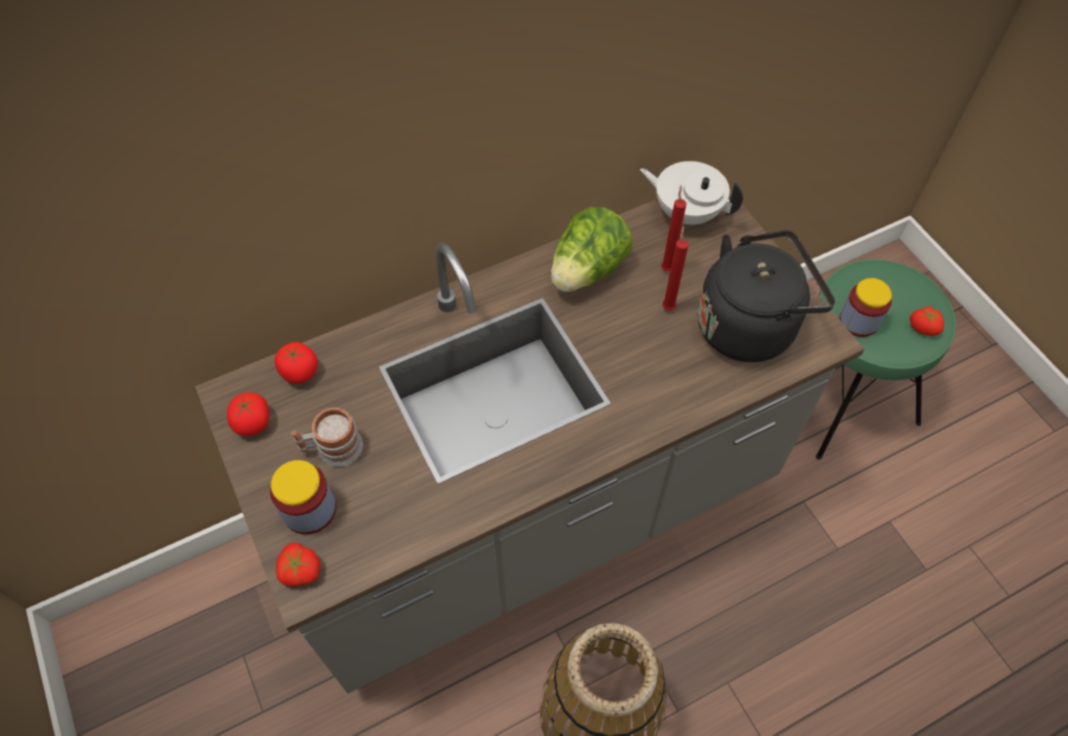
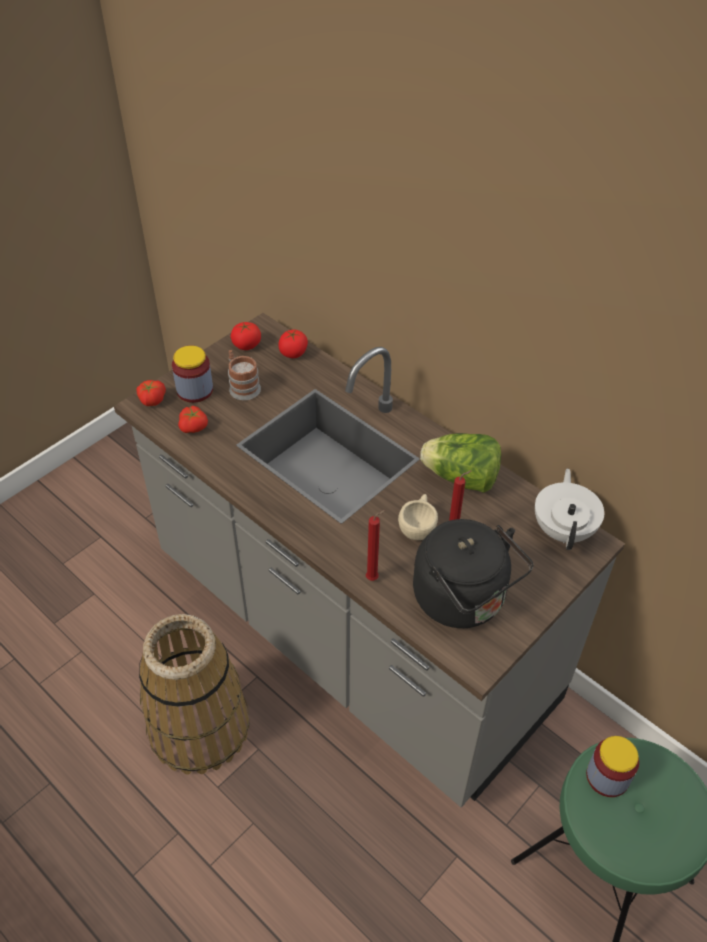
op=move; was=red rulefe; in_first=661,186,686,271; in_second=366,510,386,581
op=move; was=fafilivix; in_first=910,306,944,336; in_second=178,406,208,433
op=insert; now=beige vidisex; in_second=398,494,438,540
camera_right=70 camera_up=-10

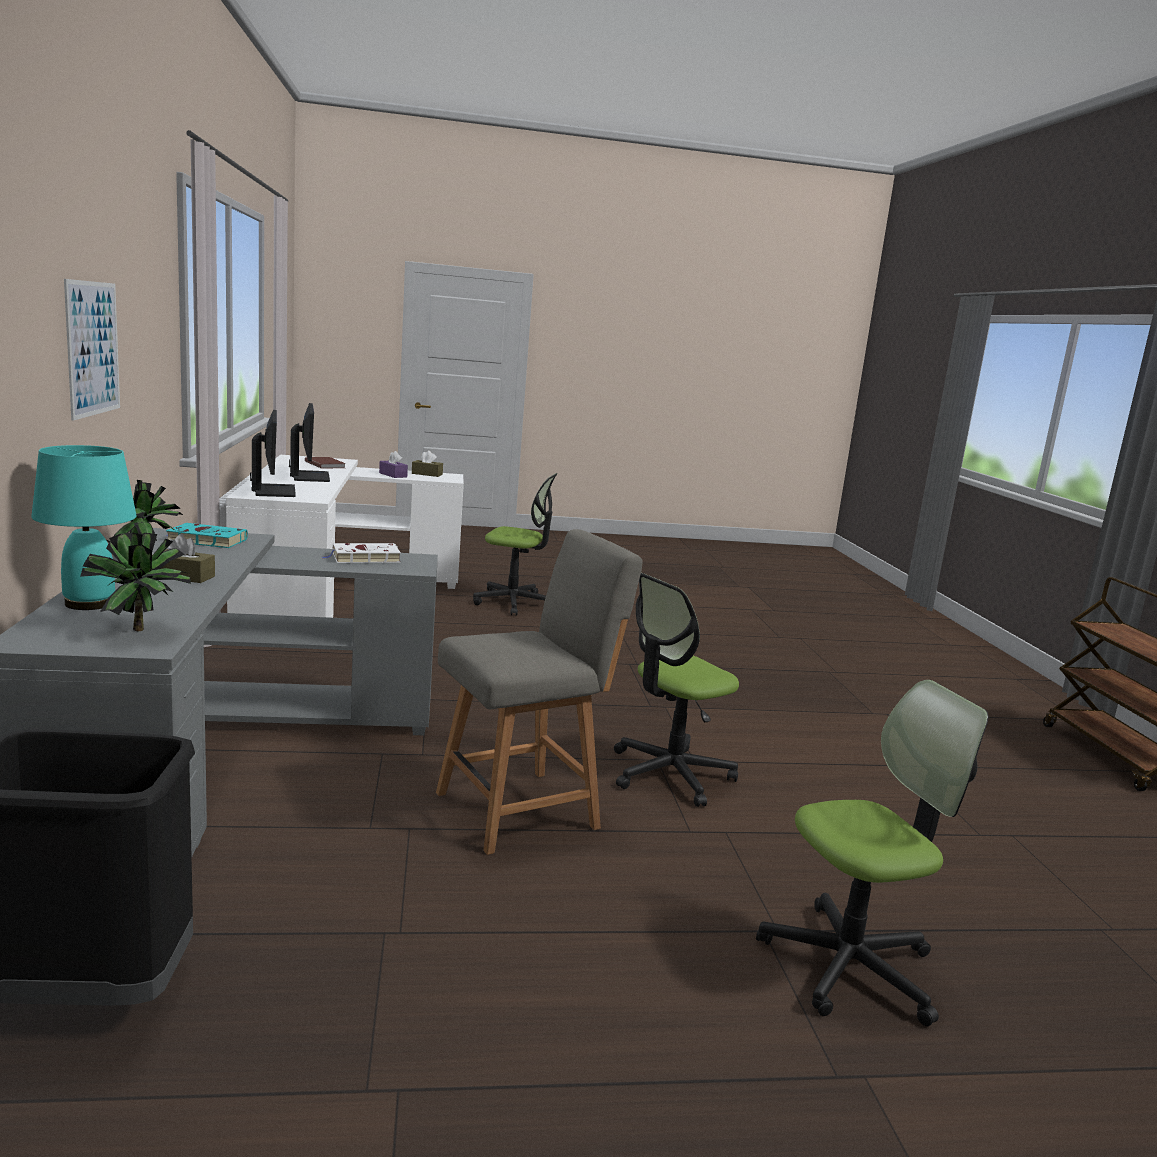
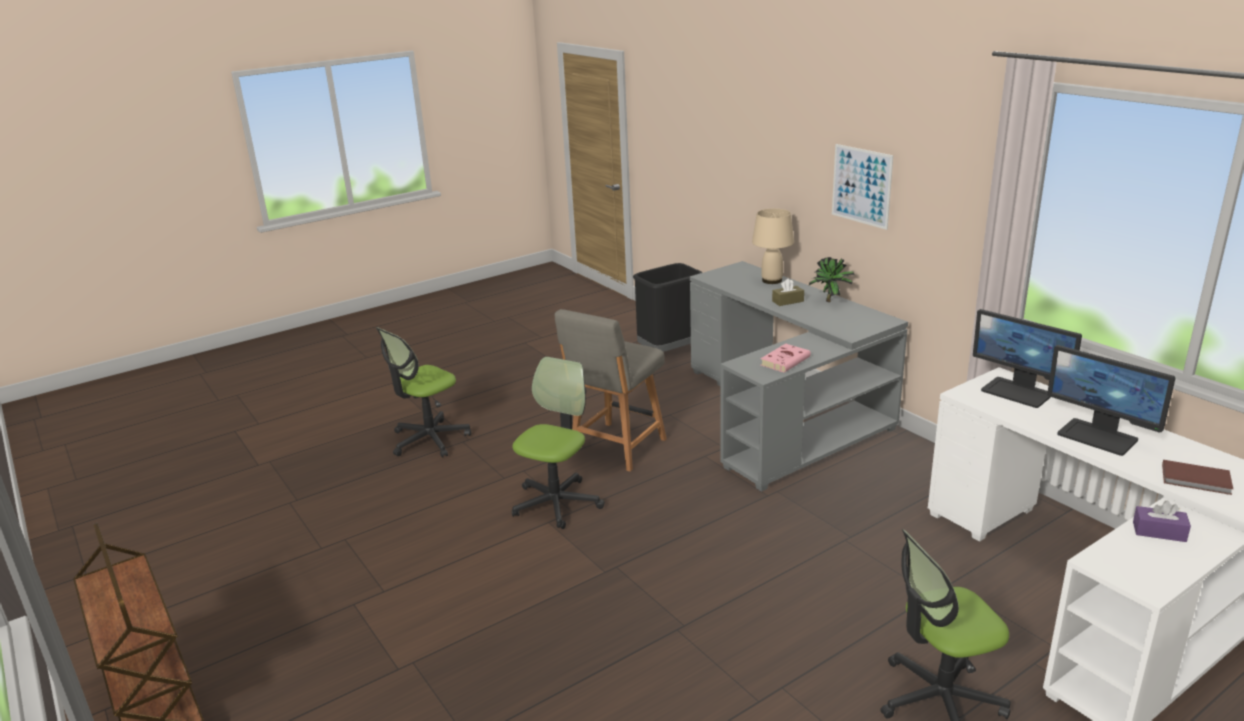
op=recolor; was=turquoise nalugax; now=beige nalugax; in_first=31,445,137,610; in_second=752,209,794,284
op=delete; was=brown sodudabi; in_first=412,451,443,477
op=delete; was=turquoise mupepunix; in_first=166,523,248,548
op=delete; was=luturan; in_first=80,533,191,631
op=recolor; was=white mupepunix; now=pink mupepunix; in_first=323,543,401,563; in_second=760,344,811,373
camera_right=155 camera_up=10

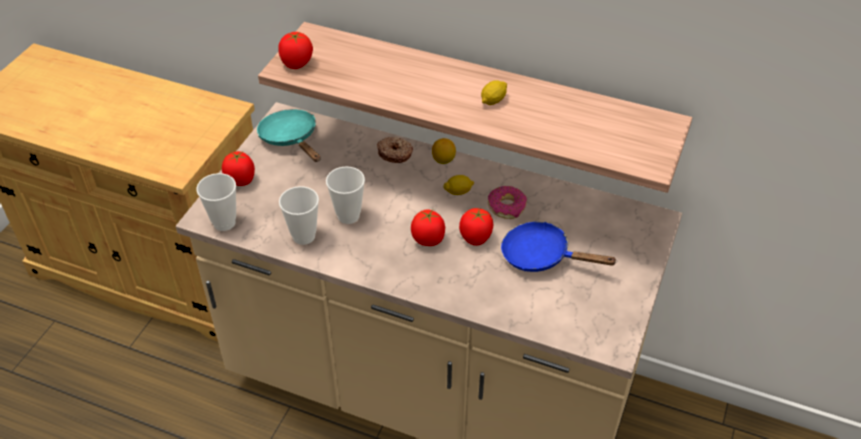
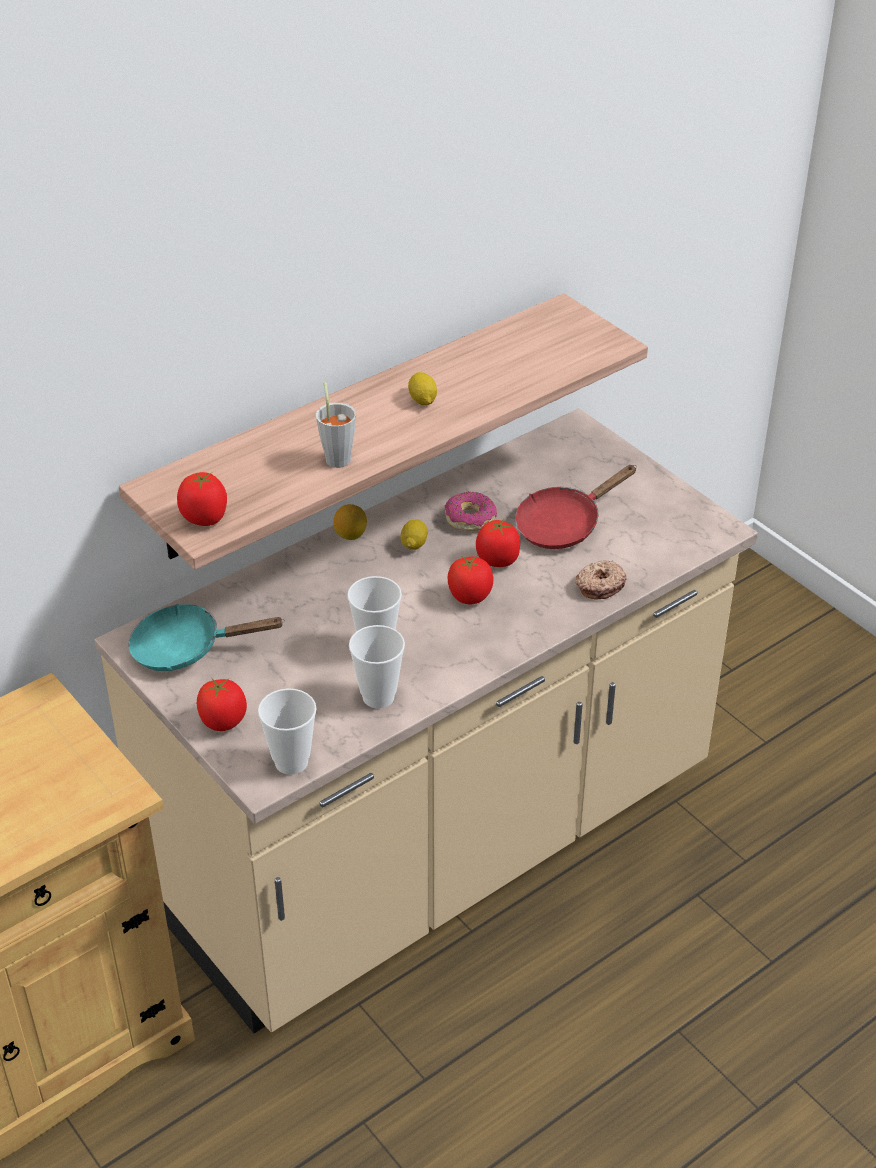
op=move; was=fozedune; in_first=377,137,413,163; in_second=576,560,626,600
op=recolor; was=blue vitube; now=red vitube; in_first=501,222,617,272; in_second=515,465,637,549
op=insert; now=grey vidisex; in_second=316,382,356,468
camera_right=-60 camera_up=-5

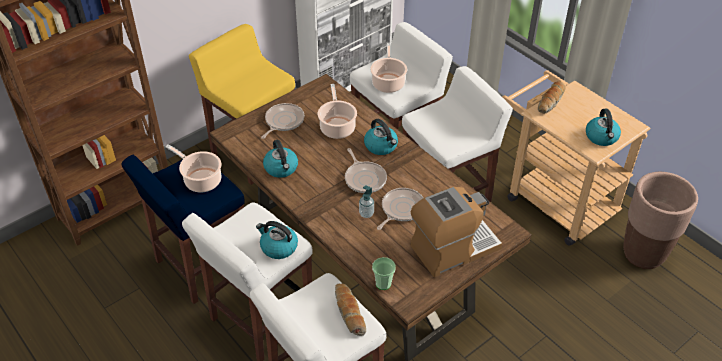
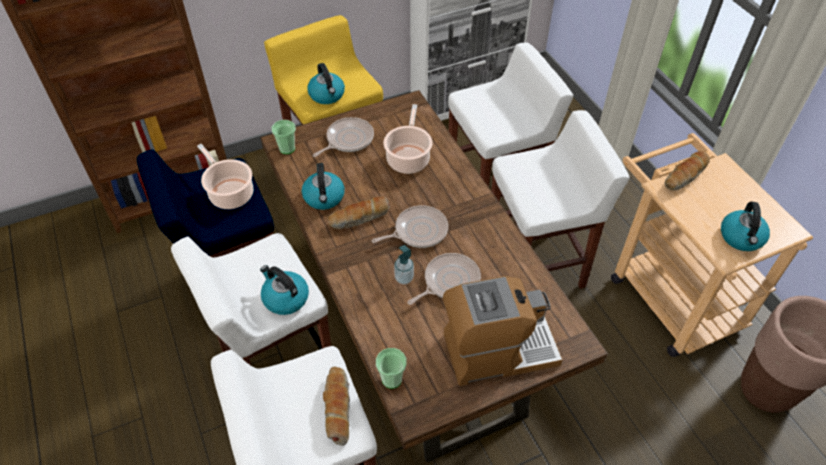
op=delete; was=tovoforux; in_first=370,43,407,93
op=move; was=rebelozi; in_first=364,119,398,155; in_second=307,63,345,104
op=rotate; was=vitube; in_first=345,148,387,193; in_second=372,205,448,248; clockwise=-105
op=insert; now=vidisex; in_second=271,120,296,154
op=insert; now=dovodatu; in_second=327,196,390,229
camera_right=15 camera_up=5

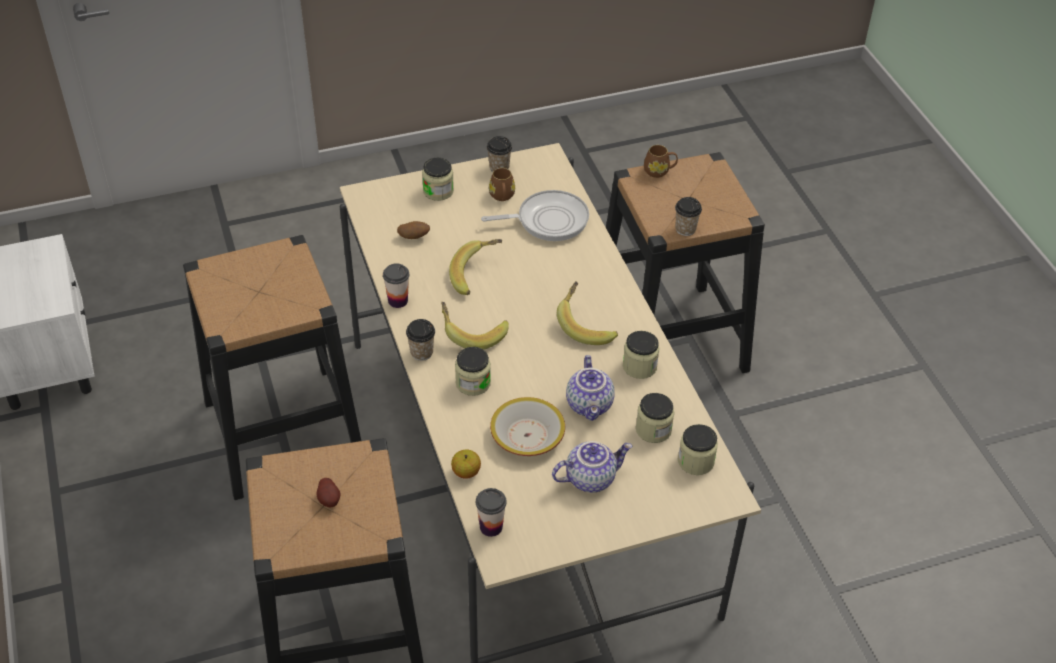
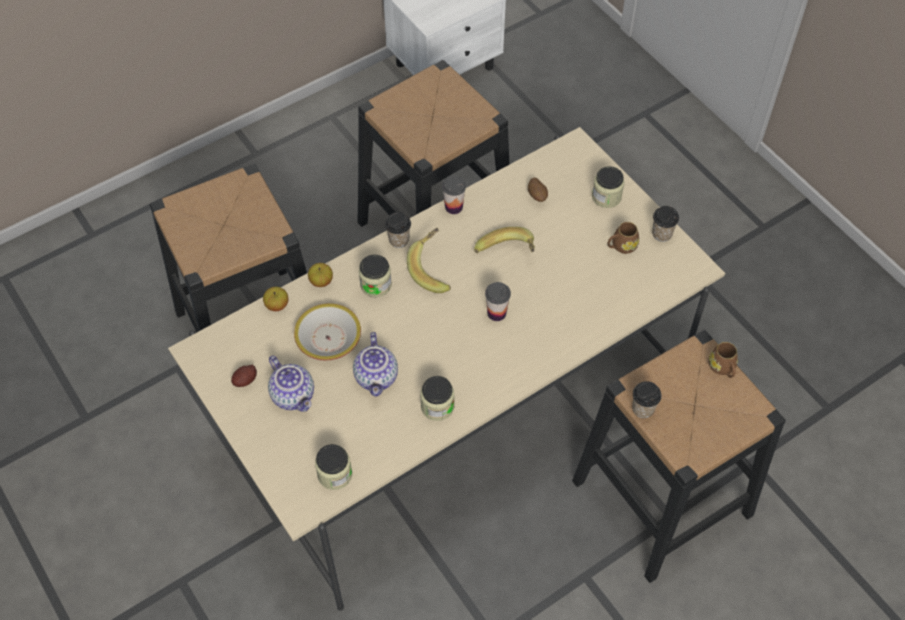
op=delete; was=vitube; in_first=481,190,589,241
op=delete; was=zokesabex; in_first=557,281,618,345
op=rotate; was=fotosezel; in_first=566,355,615,421; in_second=353,332,398,397; clockwise=-75
op=delete; was=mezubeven; in_first=636,393,674,443
op=move; was=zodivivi; in_first=316,478,341,508; in_second=231,365,257,387
op=move; was=vidisex; in_first=476,488,507,537; in_second=485,282,511,321
op=insert; now=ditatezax; in_second=308,263,333,287
camera_right=75 camera_up=10

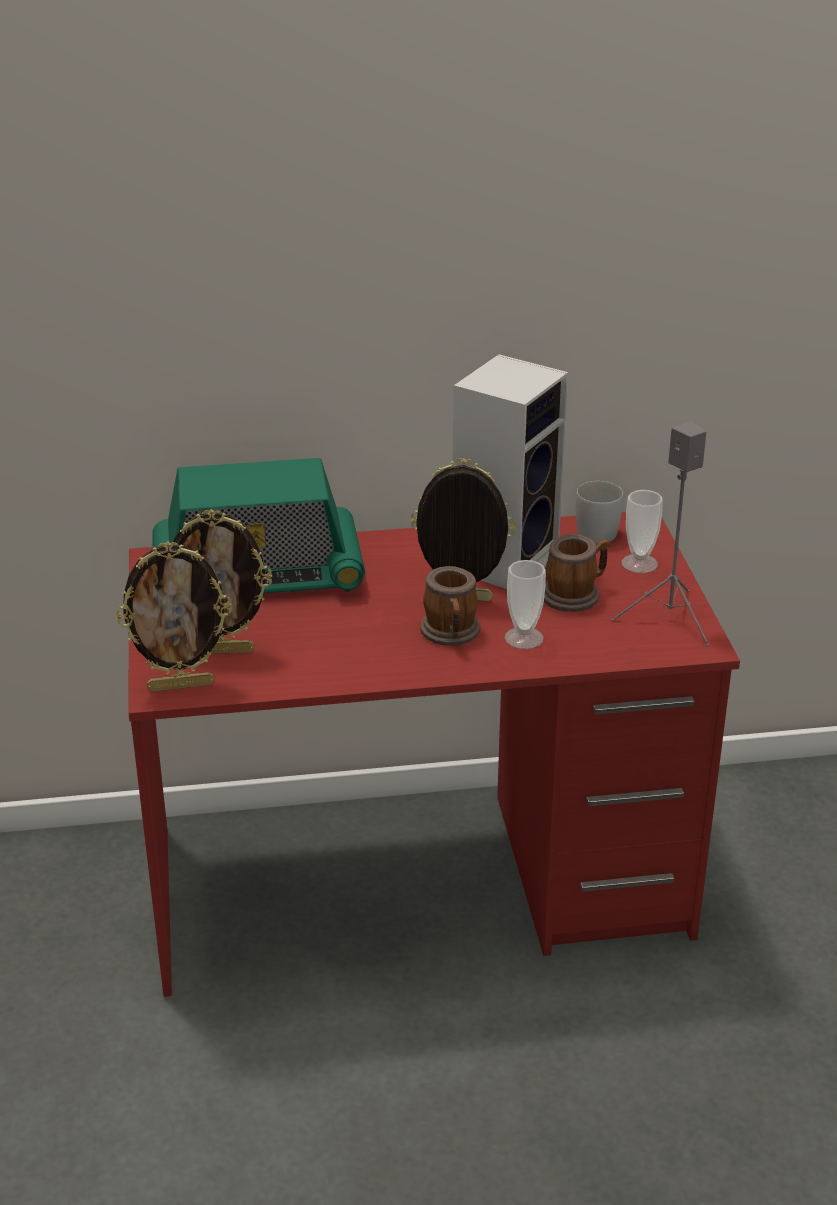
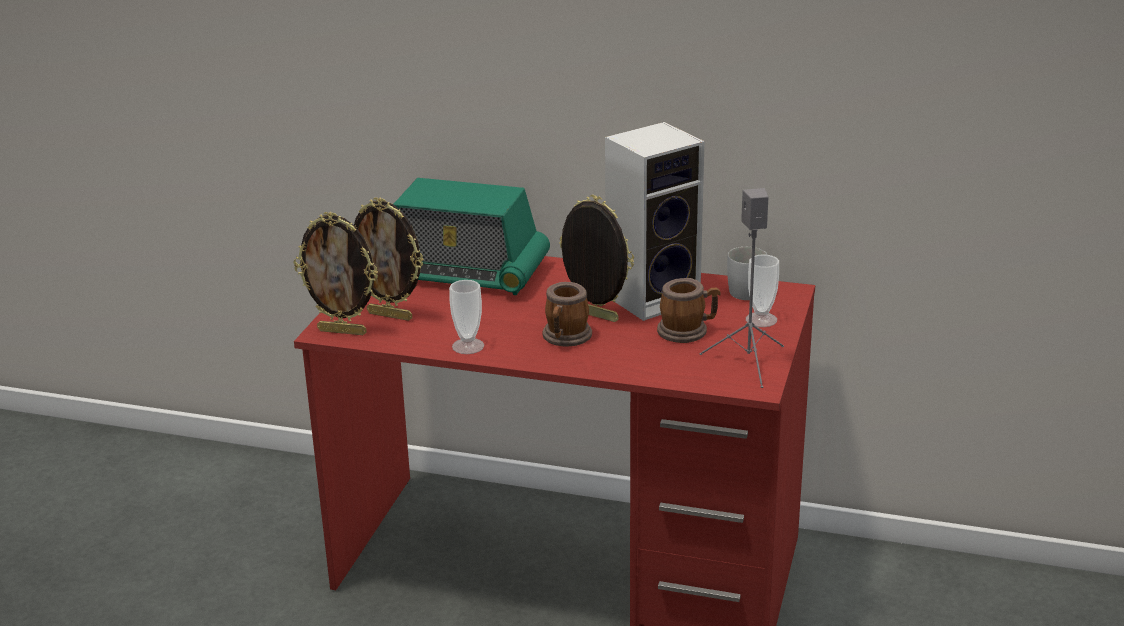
op=move; was=vidisex; in_first=505,560,546,649; in_second=449,280,484,354
camera_right=25 camera_up=-5

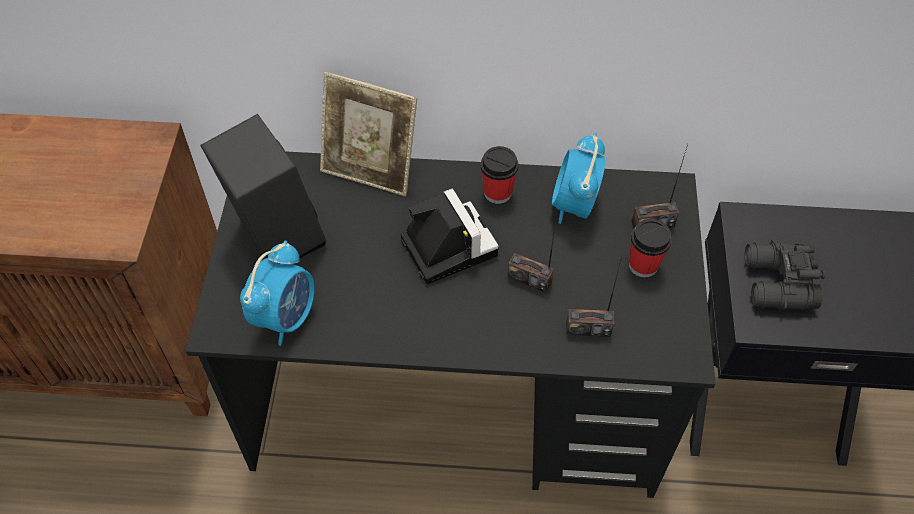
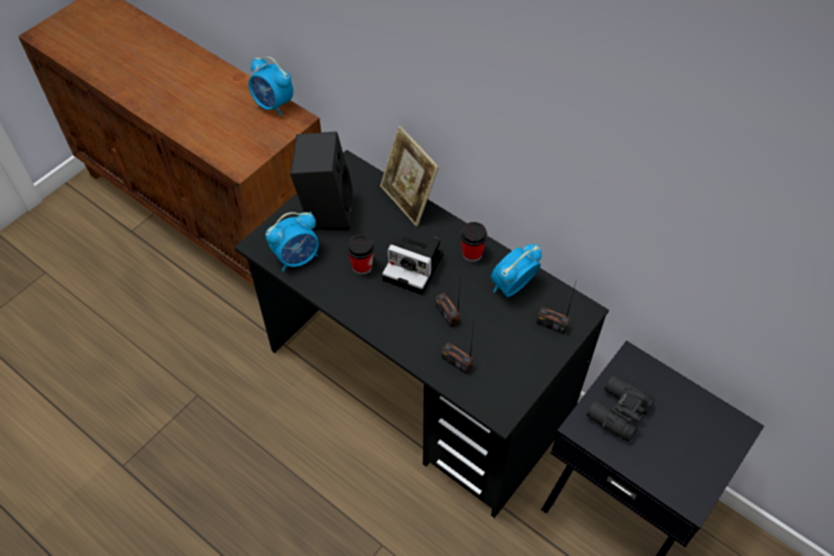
op=rotate; was=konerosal; in_first=401,188,499,284; in_second=382,237,443,295; clockwise=105
op=move; was=vidisex; in_first=629,219,672,277; in_second=347,235,374,275
op=insert; now=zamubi; in_second=249,57,293,116
camera_right=35 camera_up=0

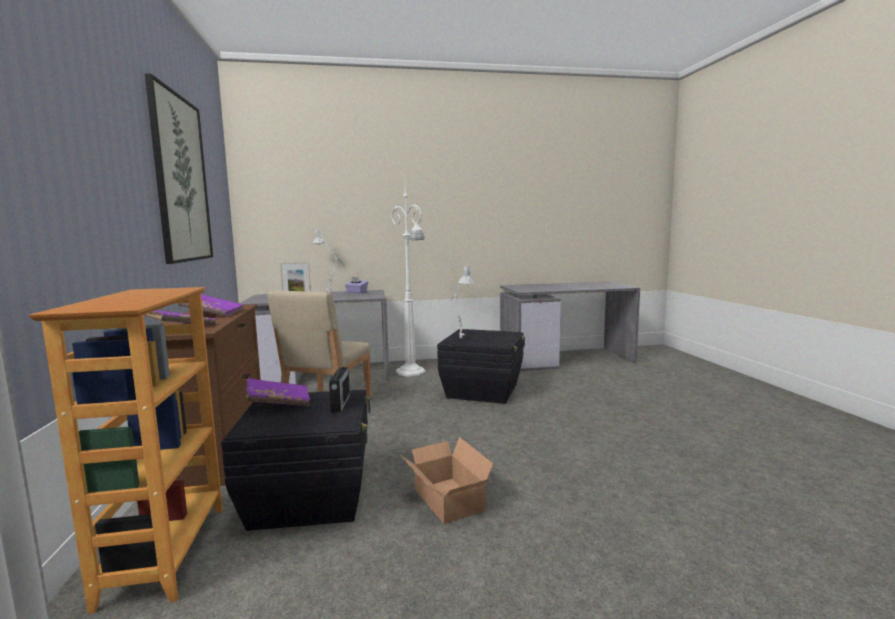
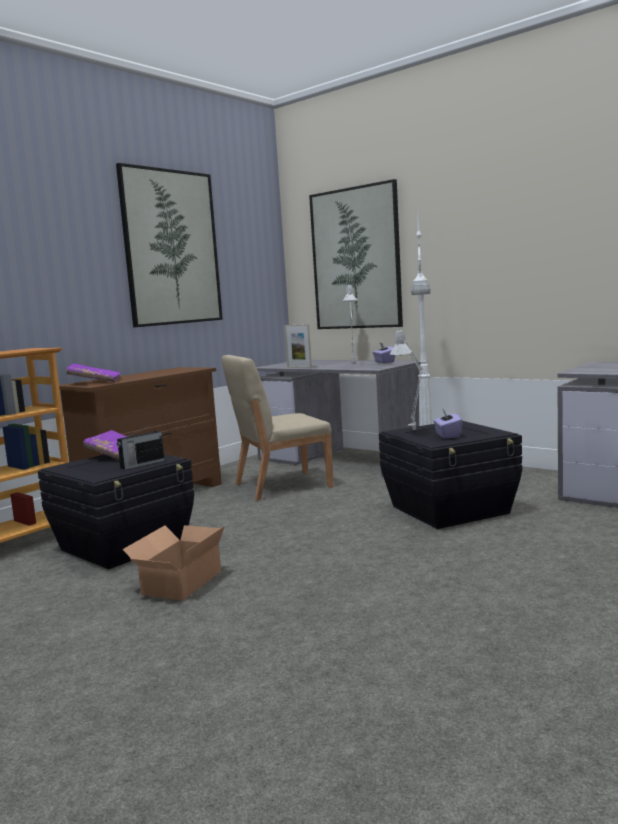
op=delete; was=purple mupepunix; in_first=178,294,244,317
op=insert; now=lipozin; in_second=309,179,403,329
op=insert; now=purple sodudabi; in_second=433,410,462,438
camera_right=50 camera_up=0

